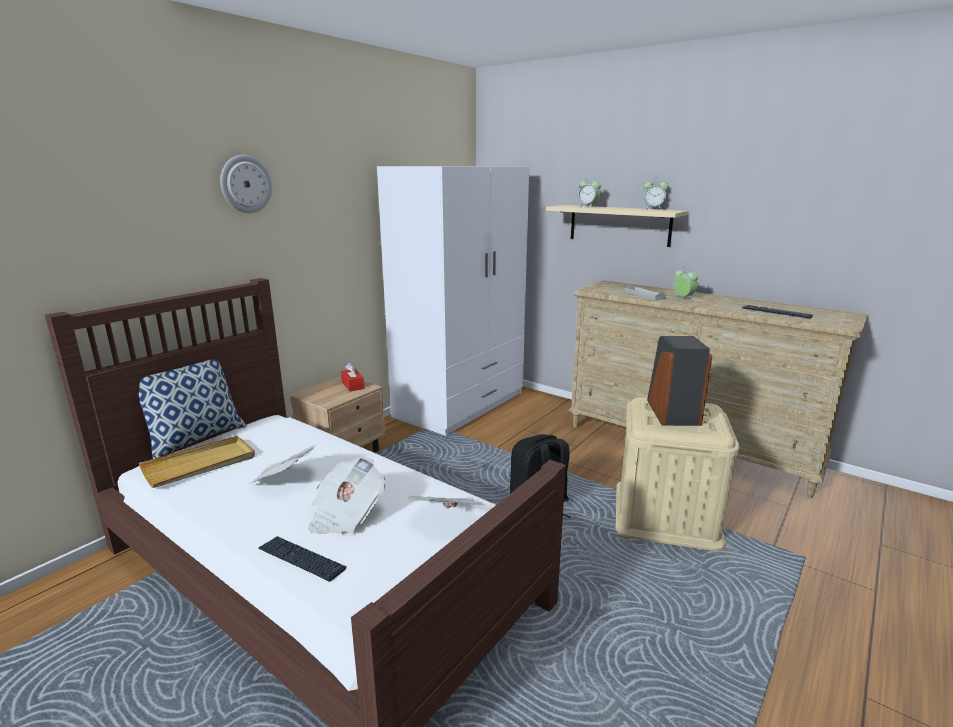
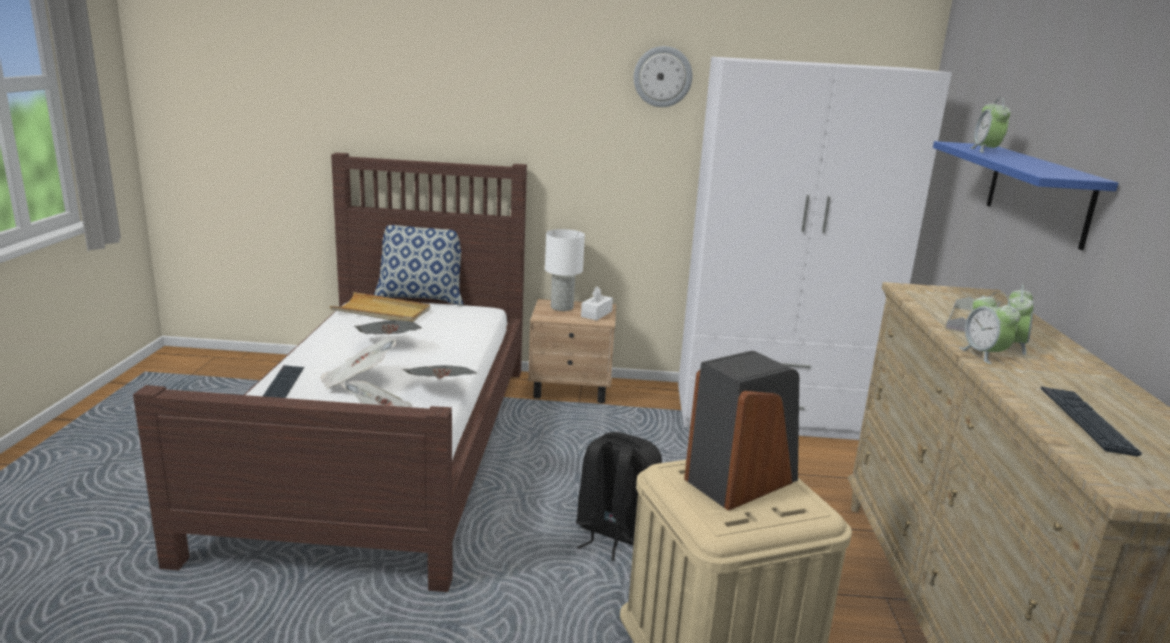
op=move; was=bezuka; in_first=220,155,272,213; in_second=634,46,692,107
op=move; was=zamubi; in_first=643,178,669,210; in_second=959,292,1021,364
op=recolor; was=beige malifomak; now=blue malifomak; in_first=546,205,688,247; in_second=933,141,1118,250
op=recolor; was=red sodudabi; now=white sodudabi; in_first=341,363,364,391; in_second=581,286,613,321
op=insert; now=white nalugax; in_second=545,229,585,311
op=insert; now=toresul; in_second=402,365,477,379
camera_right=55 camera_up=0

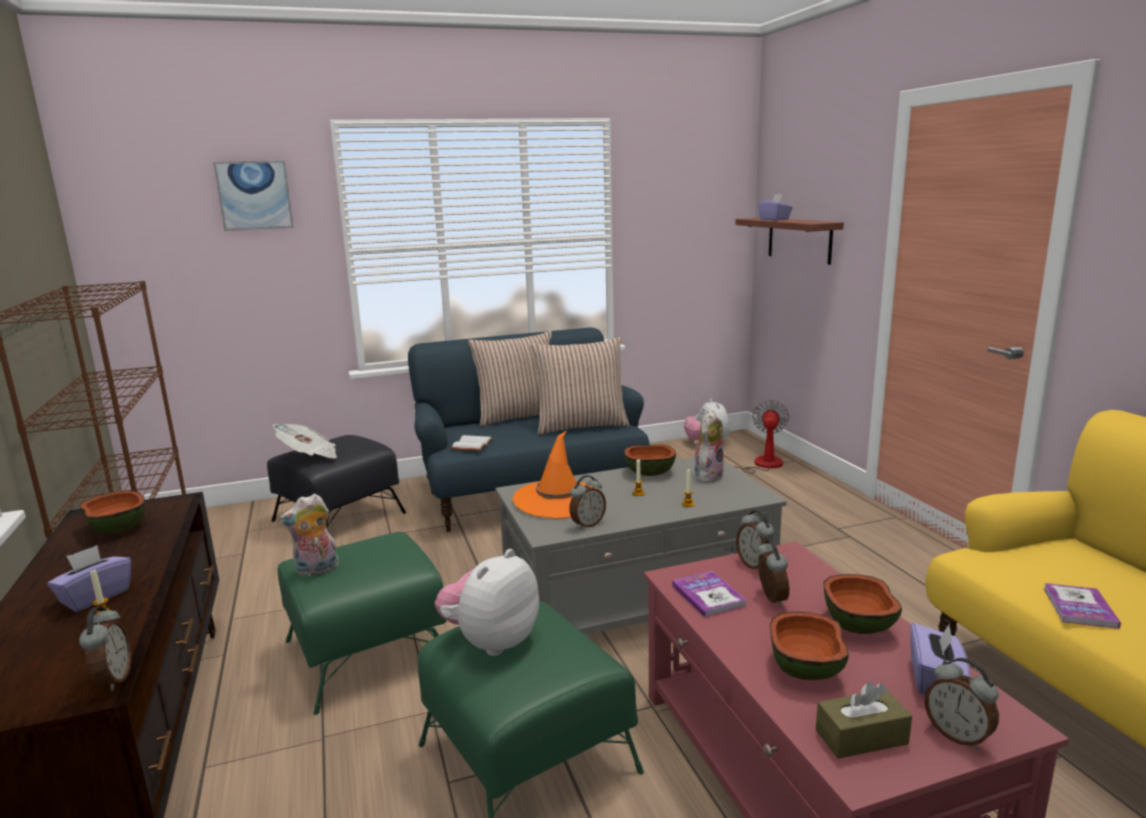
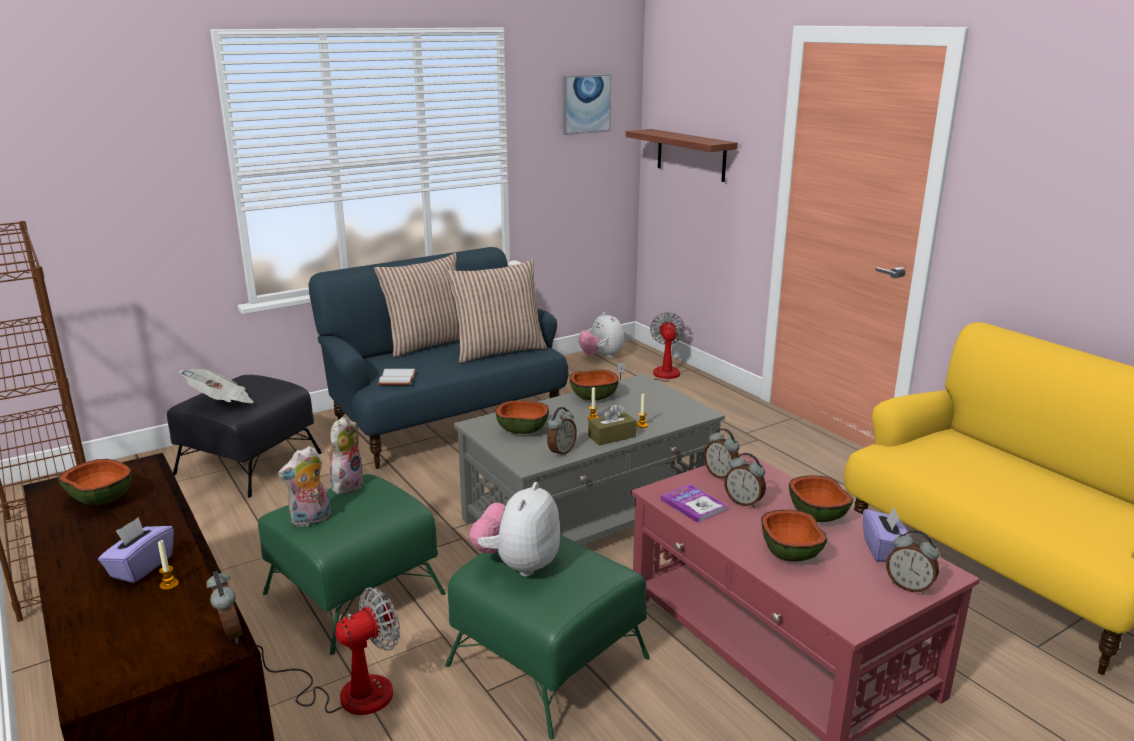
op=move; was=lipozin; in_first=213,161,294,231; in_second=563,74,611,135
op=delete; was=purple sodudabi; in_first=758,194,793,220
op=move; was=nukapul; in_first=693,411,724,482; in_second=328,416,365,494
op=replace; was=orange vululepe; now=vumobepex; in_first=513,431,597,519; in_second=496,400,549,434
op=rotate; was=zamubi; in_first=757,539,789,607; in_second=724,453,766,508; clockwise=150
op=delete; was=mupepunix; in_first=1044,583,1121,629
op=move; was=brown sodudabi; in_first=816,682,912,759; in_second=588,404,637,446
op=insert; now=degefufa; in_second=257,587,400,715
camera_right=-15 camera_up=5

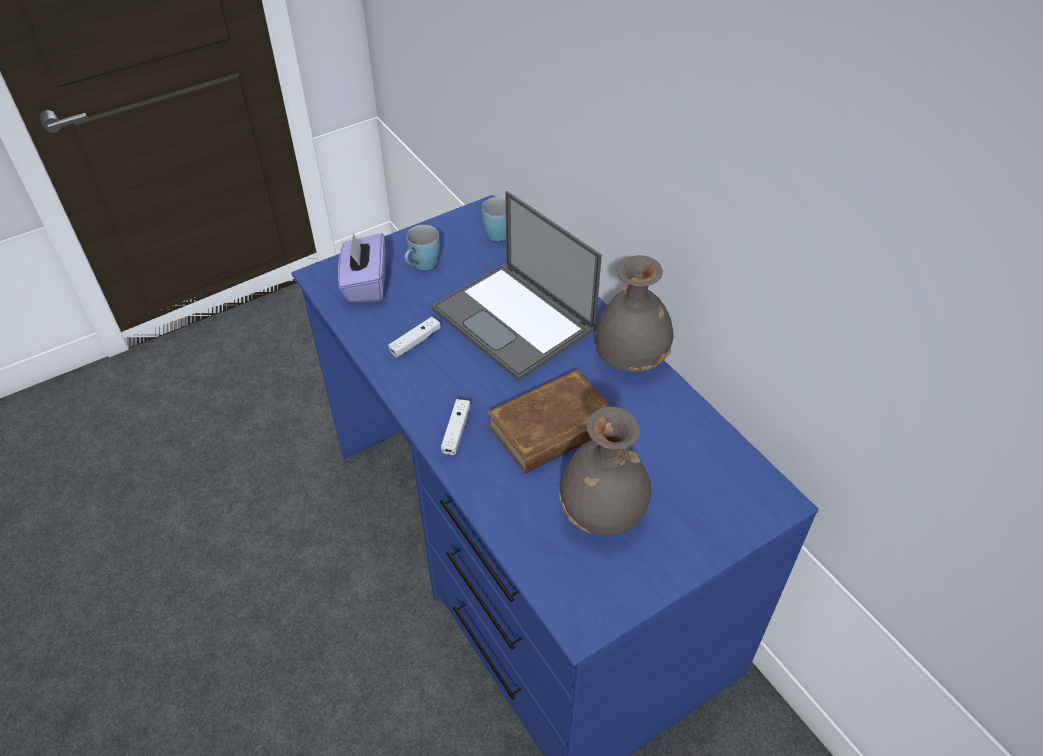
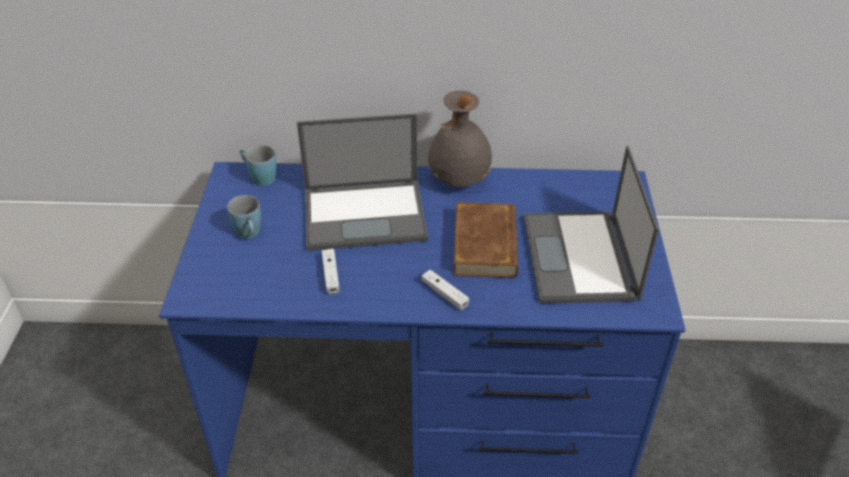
op=delete; was=purple sodudabi; in_first=338,233,386,303
op=replace; was=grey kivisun; now=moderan; in_first=559,407,652,536; in_second=524,146,659,304
camera_right=-55 camera_up=-5

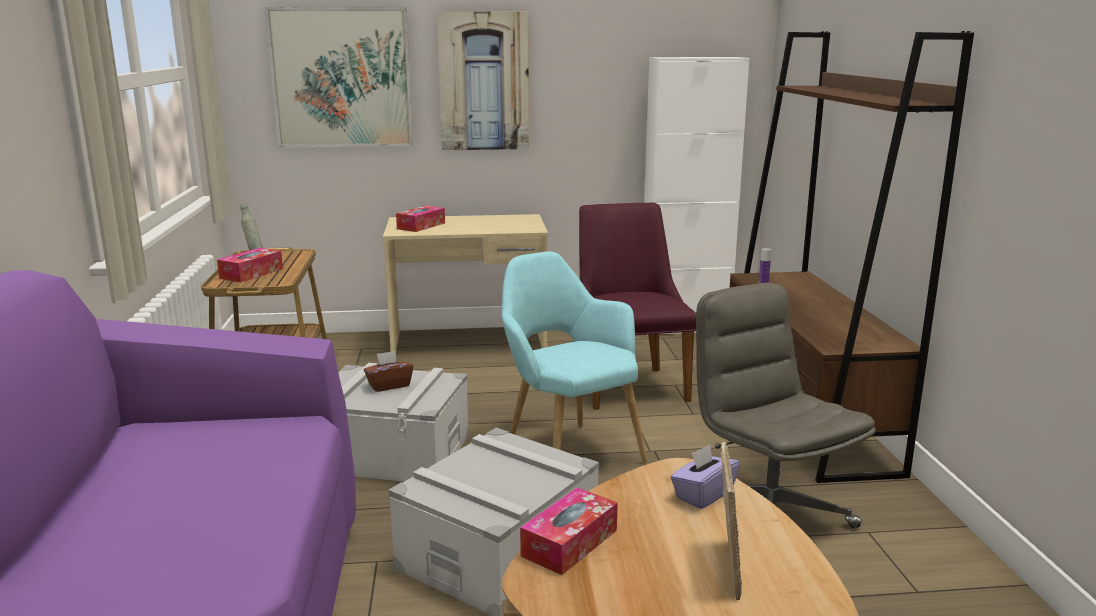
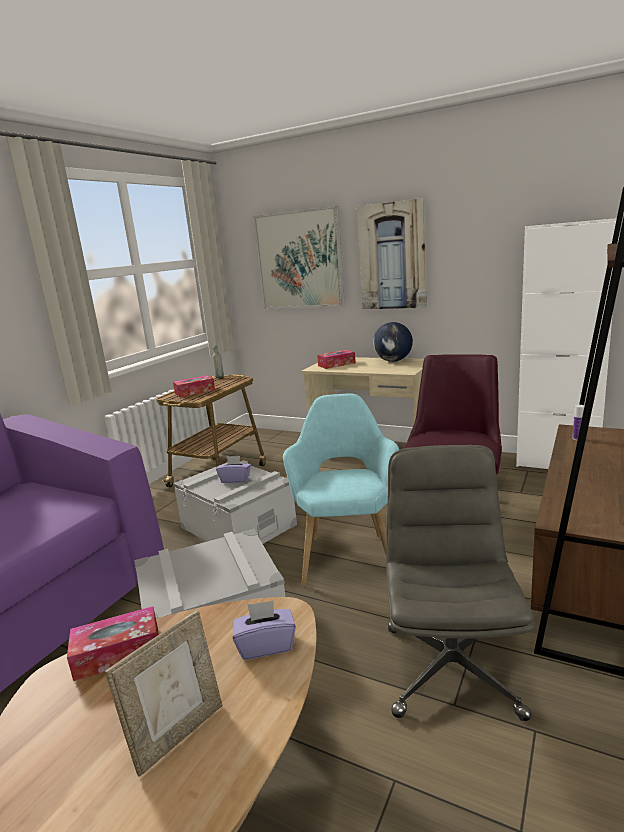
op=recolor; was=brown sodudabi; now=purple sodudabi; in_first=364,351,413,392; in_second=216,456,251,483
op=insert; now=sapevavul; in_second=373,322,413,362
camera_right=35 camera_up=0

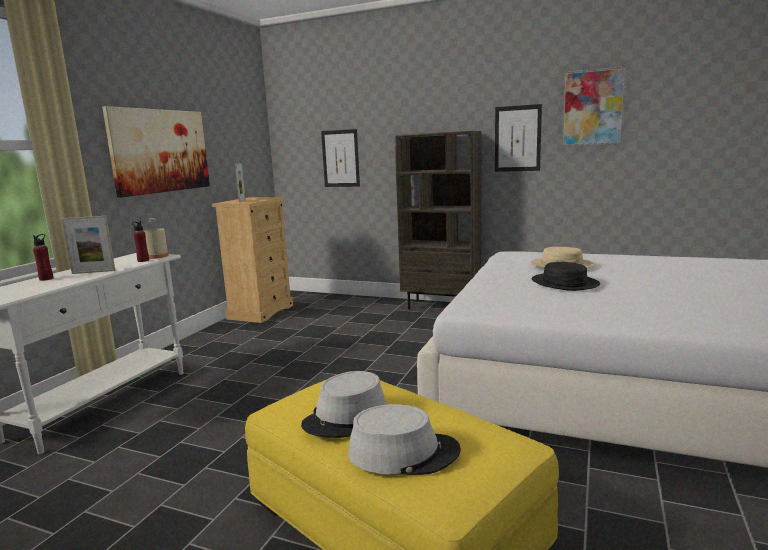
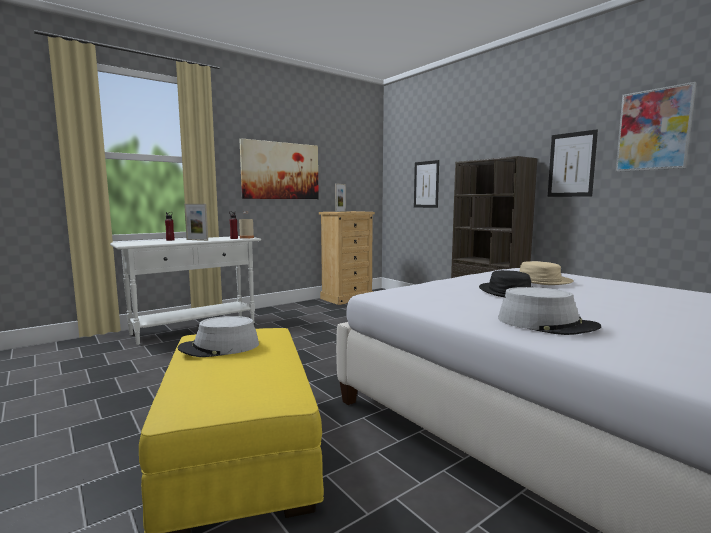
op=move; was=grey vululepe; in_first=348,404,461,475; in_second=498,287,601,335
camera_right=30 camera_up=-5

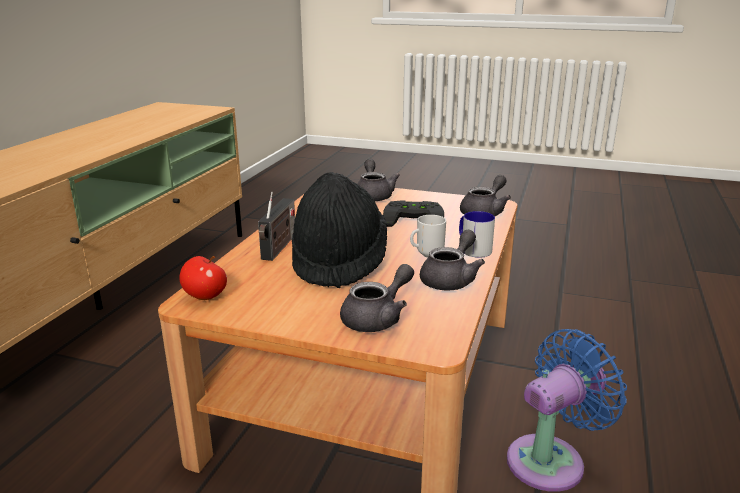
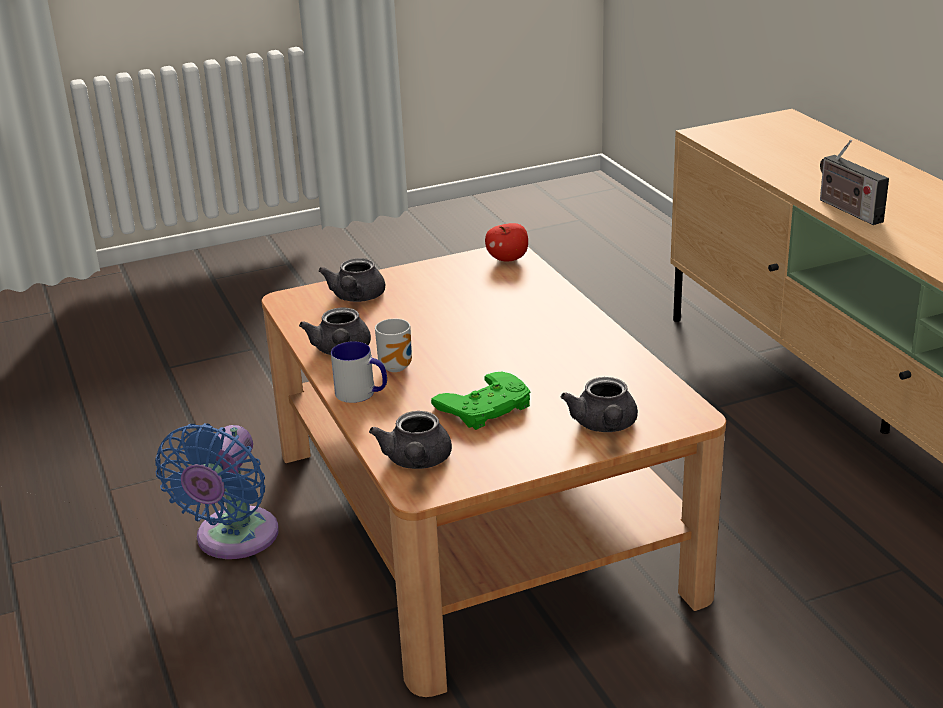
op=rotate; was=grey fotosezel; in_first=357,159,400,201; in_second=561,377,638,432; clockwise=45
op=delete; was=black vululepe; in_first=292,172,387,288
op=move; was=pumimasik; in_first=258,192,295,261; in_second=820,140,889,225
op=recolor; was=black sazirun; now=green sazirun; in_first=383,201,444,227; in_second=431,372,530,430
camera_right=140 camera_up=5

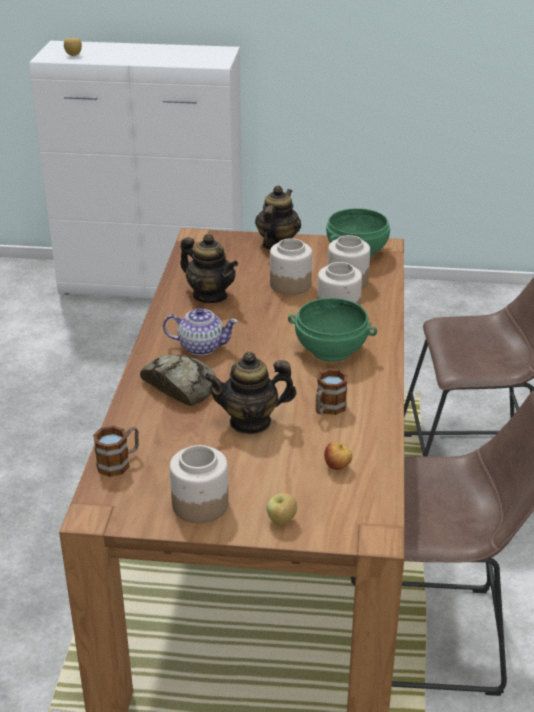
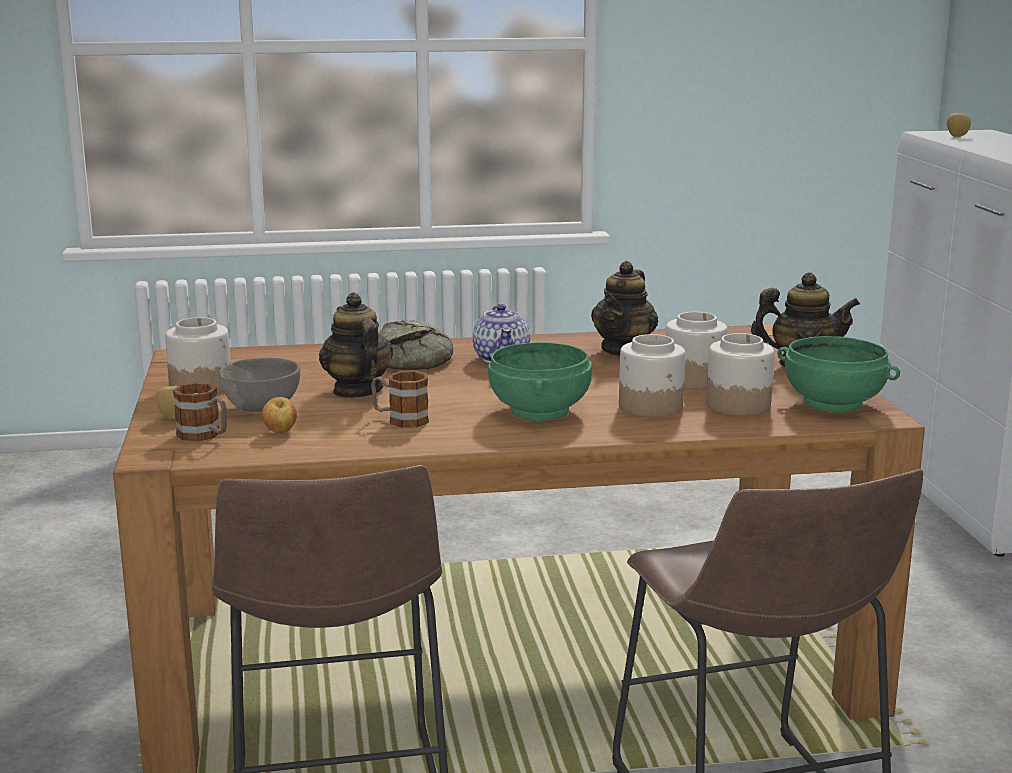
op=move; was=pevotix; in_first=93,426,139,477; in_second=173,382,227,441
op=insert; now=grey vumobepex; in_second=220,358,300,412
camera_right=75 camera_up=-15

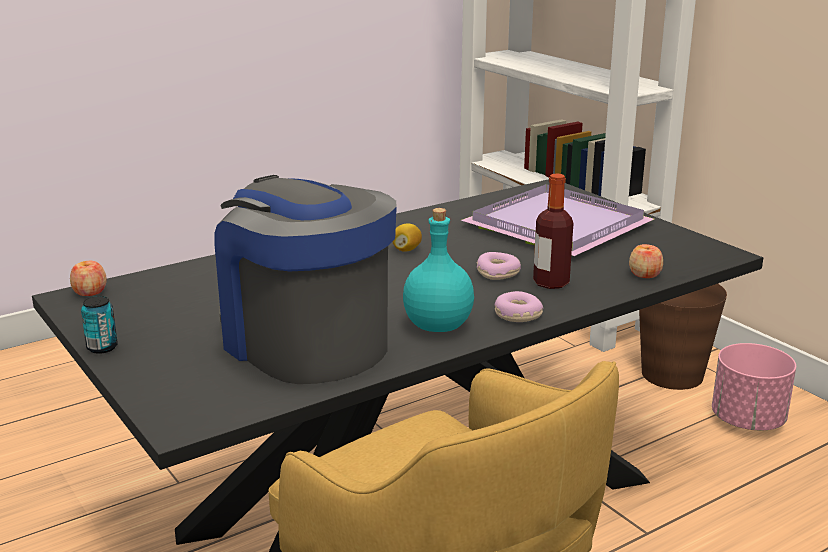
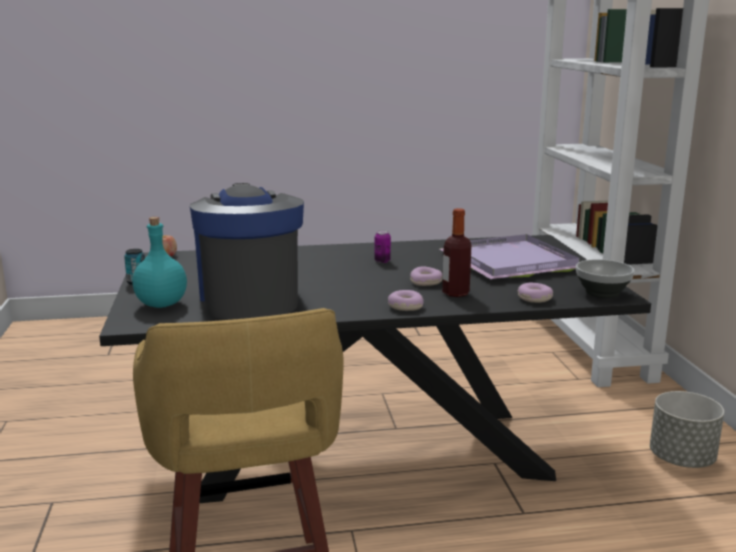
op=move; was=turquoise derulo; in_first=403,208,474,332; in_second=132,217,187,308
op=replace; was=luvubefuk; now=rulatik; in_first=392,223,422,252; in_second=375,230,391,263
op=replace; was=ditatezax; now=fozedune; in_first=629,244,663,278; in_second=517,283,553,303
op=delete; was=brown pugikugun; in_first=639,284,727,390
op=recolor; was=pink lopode; now=grey lopode; in_first=712,343,796,430; in_second=650,391,724,468
op=insert; now=vumobepex; in_second=576,259,635,298
camera_right=25 camera_up=-5

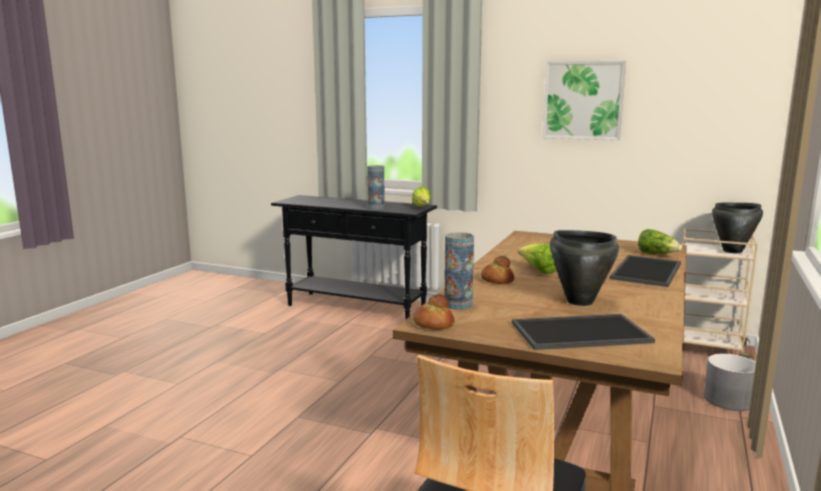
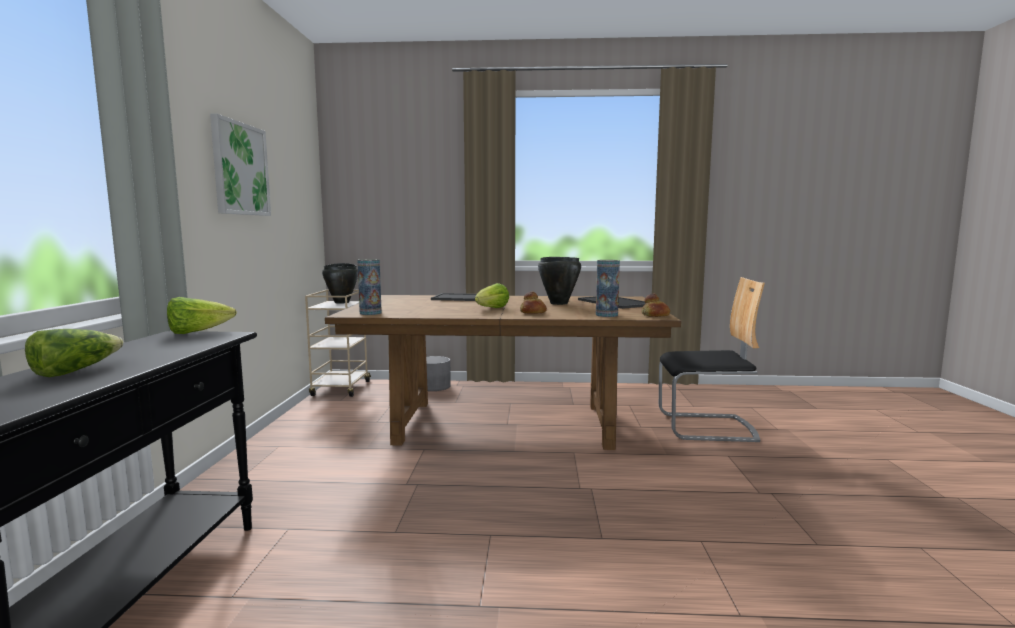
op=move; was=kivisun; in_first=367,165,385,210; in_second=357,259,382,315
op=move; was=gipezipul; in_first=638,229,682,254; in_second=25,329,123,377
camera_right=-110 camera_up=-5

